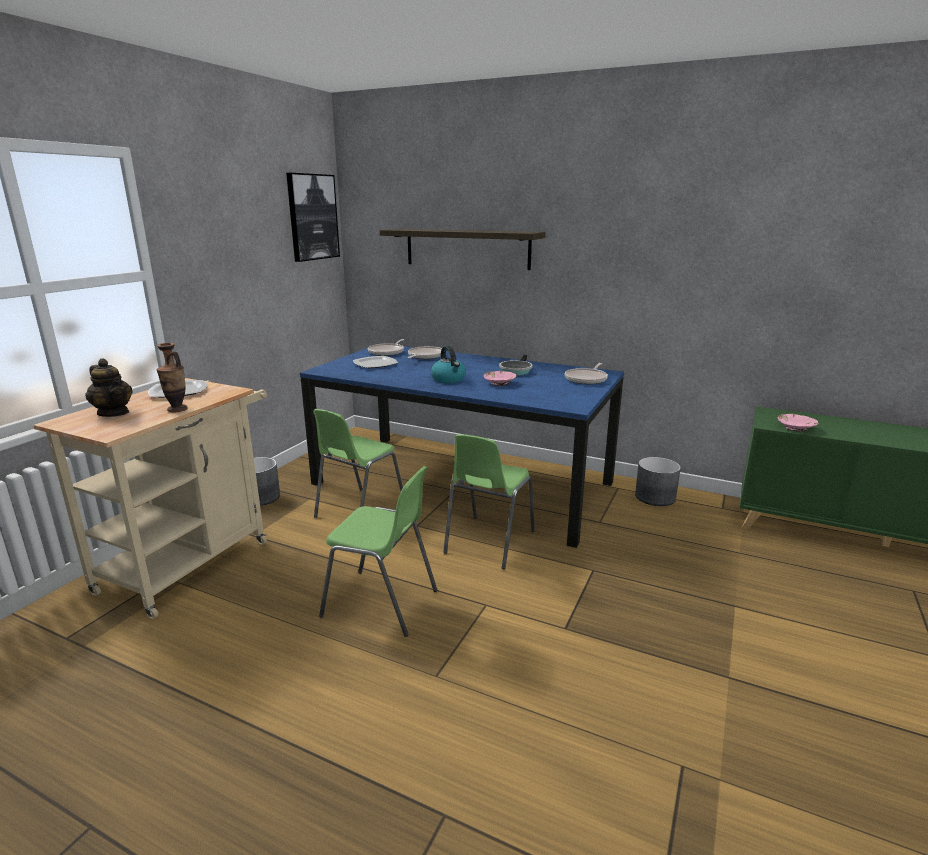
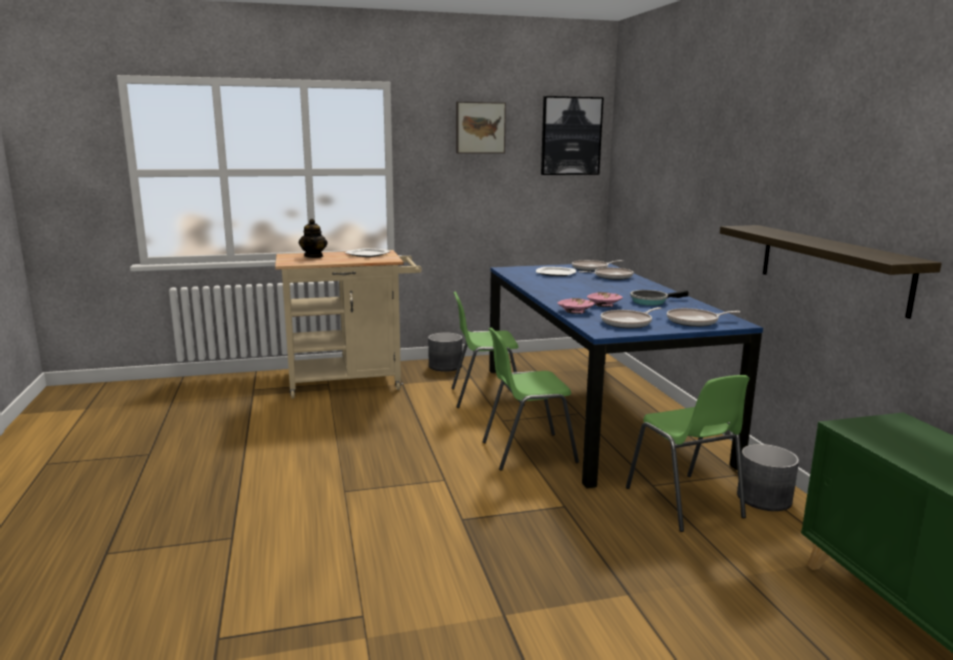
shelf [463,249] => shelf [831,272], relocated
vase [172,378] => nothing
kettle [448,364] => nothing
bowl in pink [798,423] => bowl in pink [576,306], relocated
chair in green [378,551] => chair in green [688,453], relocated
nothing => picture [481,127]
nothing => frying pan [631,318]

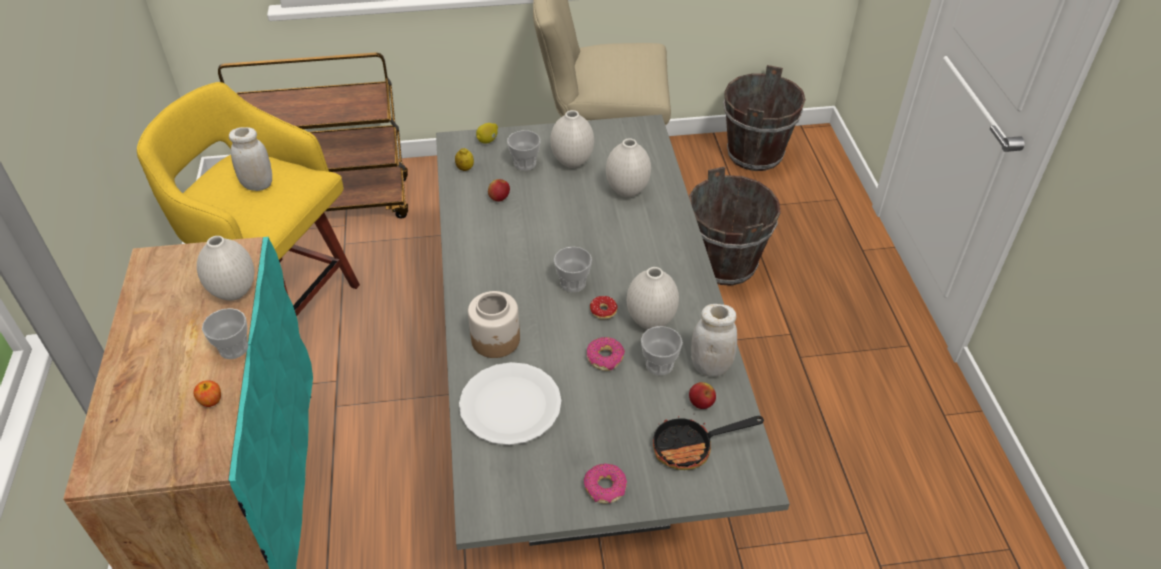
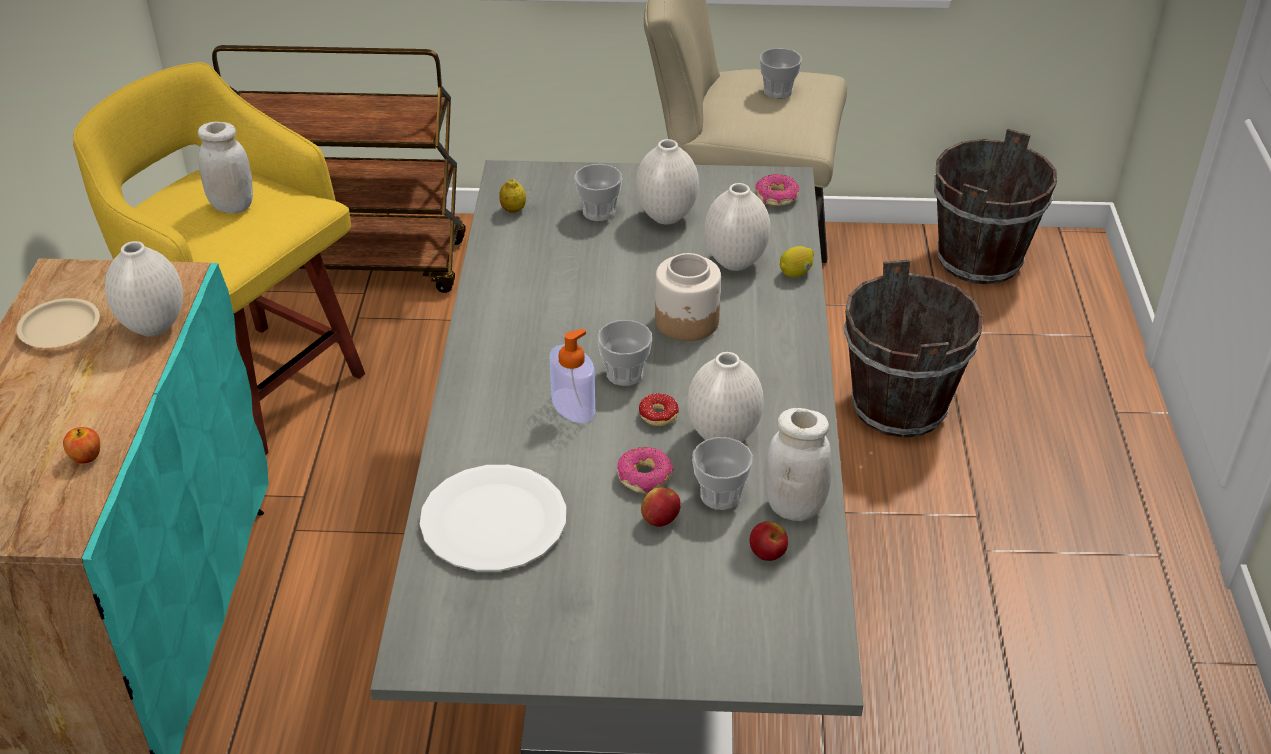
lemon [487,133] => lemon [797,262], relocated
apple [499,190] => apple [661,507], relocated
jar [494,324] => jar [688,297], relocated
cup [225,333] => cup [780,73], relocated
frying pan [708,443] => nothing
donut [605,483] => donut [777,190], relocated
nothing => plate in beige [58,323]
nothing => soap dispenser [572,376]

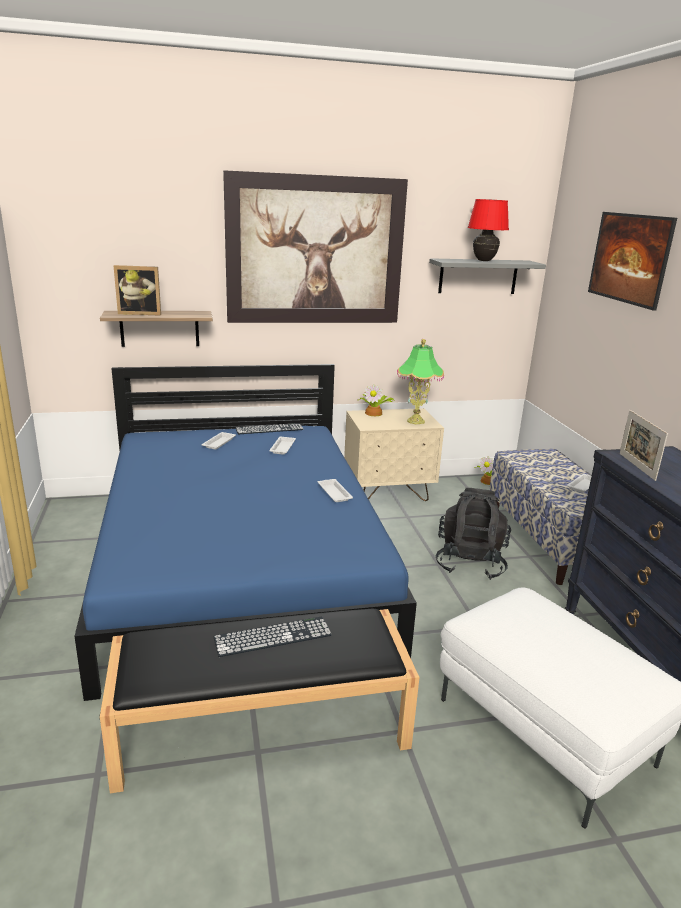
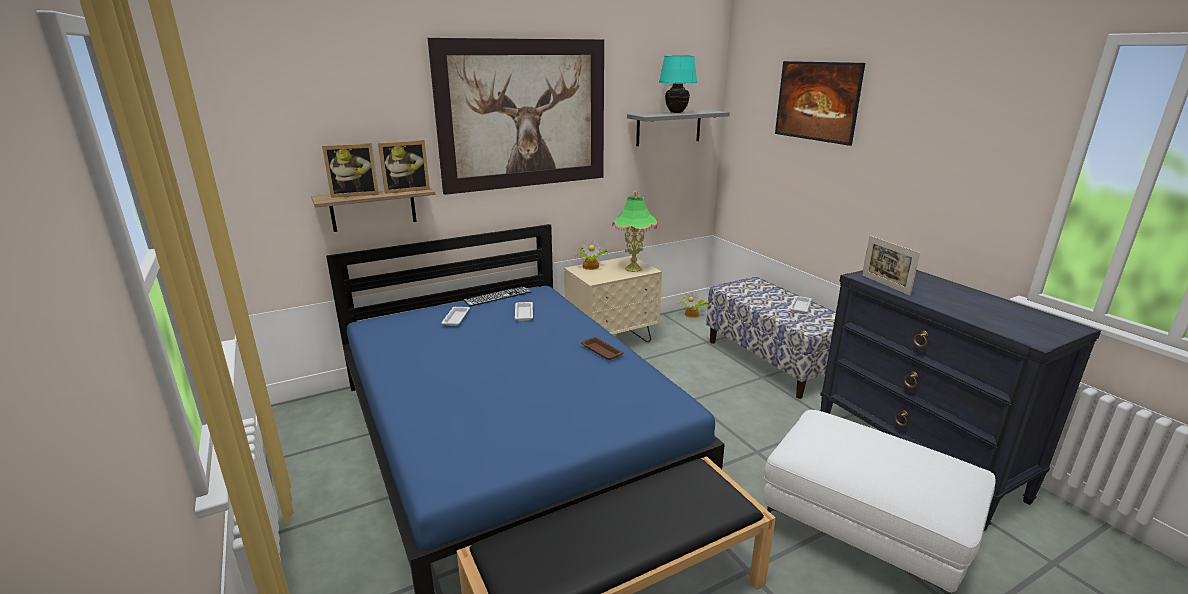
table lamp in red [488,230] => table lamp in turquoise [678,84]
tray in white [335,490] => tray in brown [602,348]
backpack in black [473,534] => nothing
keyboard [272,636] => nothing
nothing => picture frame [404,167]

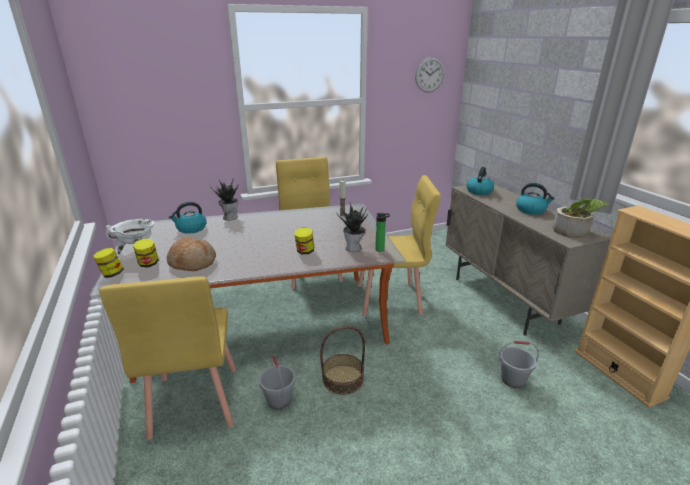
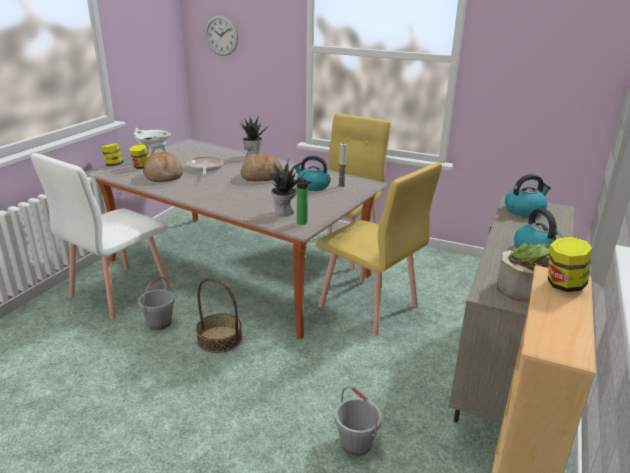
wall clock [429,75] => wall clock [222,35], relocated
kettle [188,218] => kettle [312,173], relocated
jar [304,240] => jar [570,264], relocated
chair in yellow [167,358] => chair in white [100,236]
nothing => bread [262,167]
nothing => frying pan [204,165]

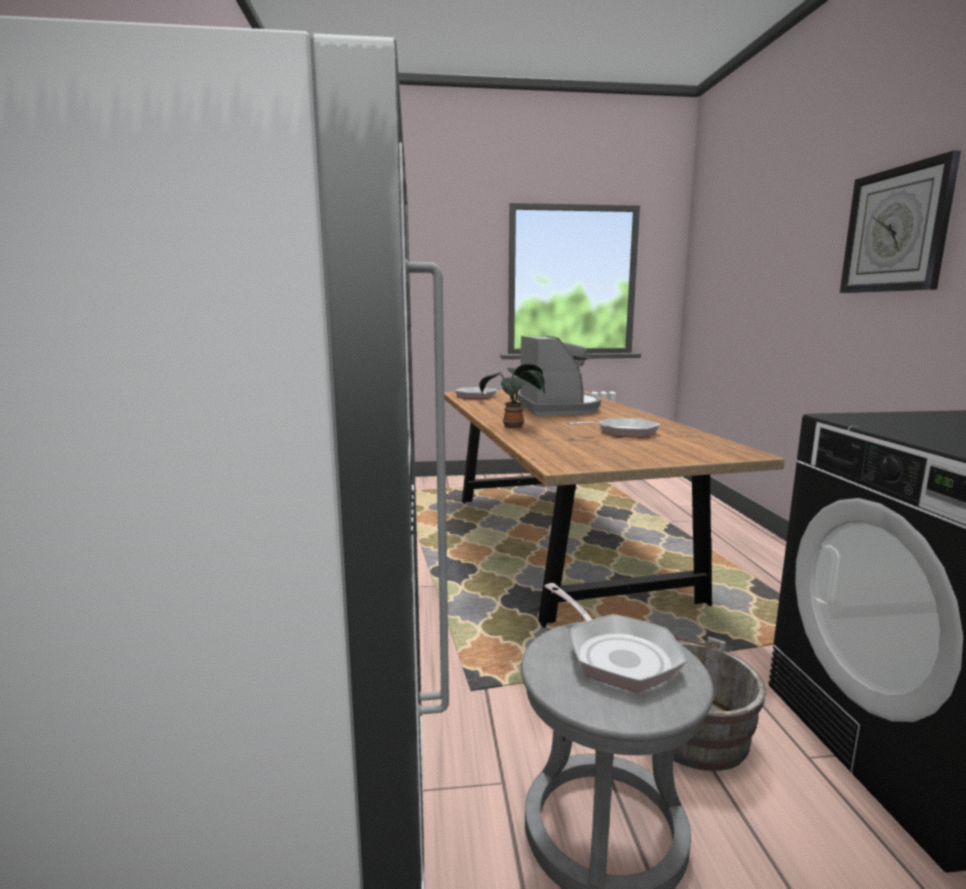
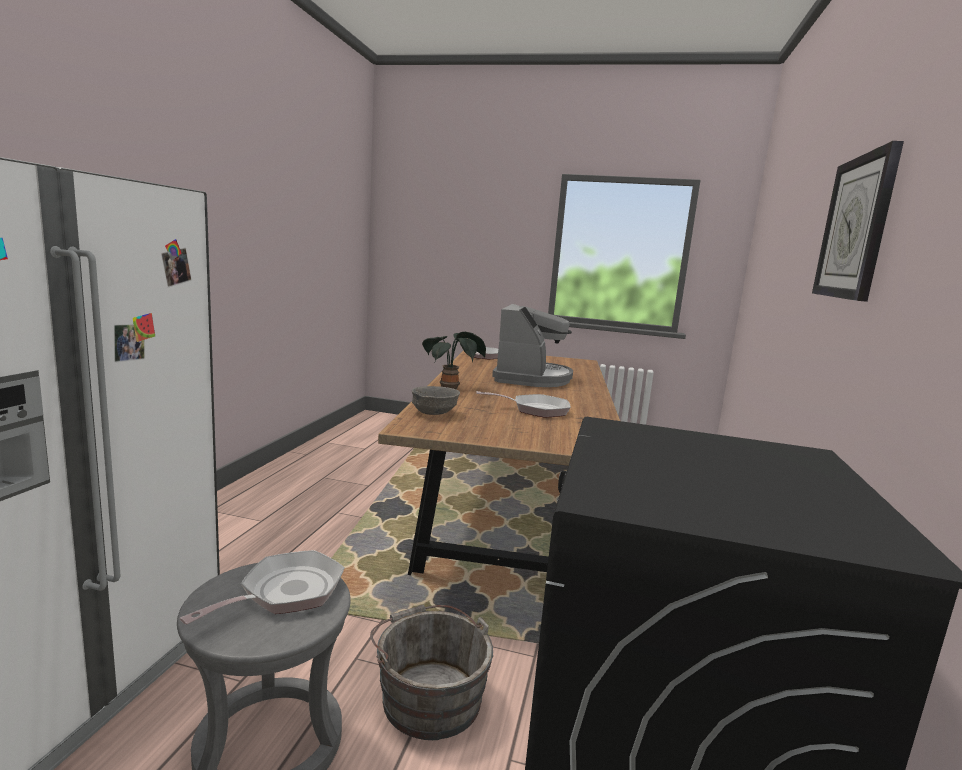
frying pan [615,637] => frying pan [262,587], 135 degrees counterclockwise
nothing => bowl in grey [435,400]

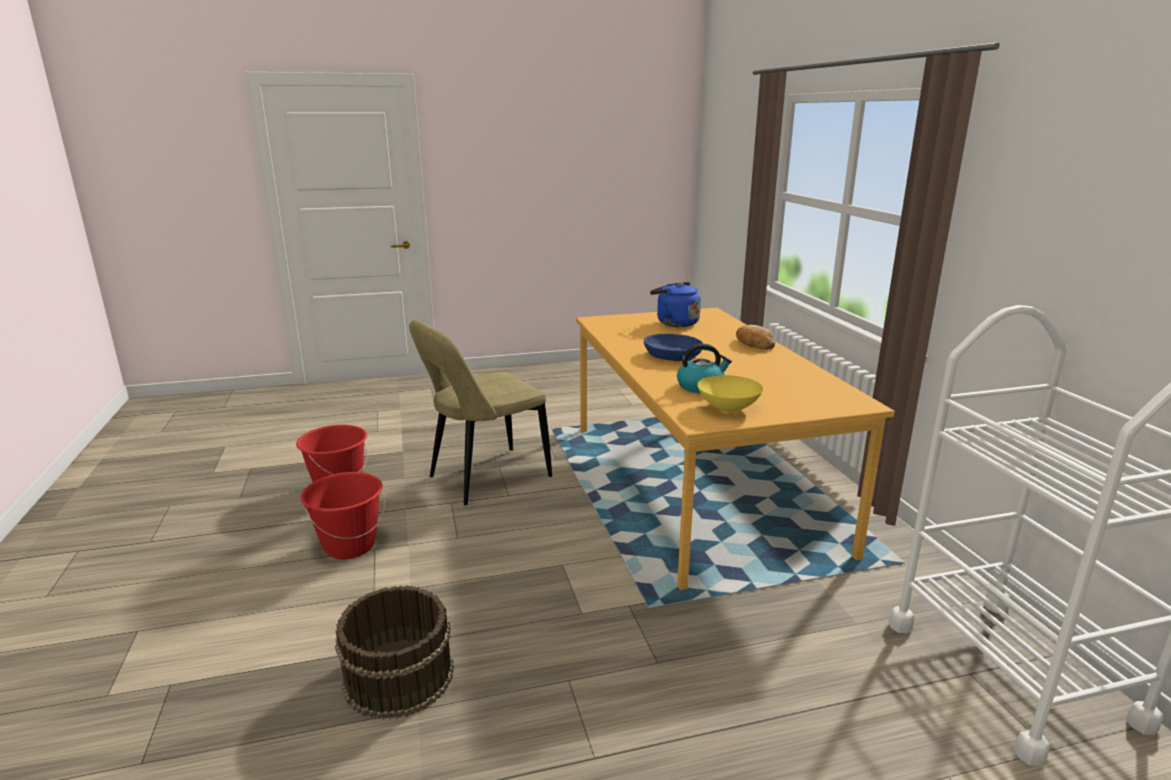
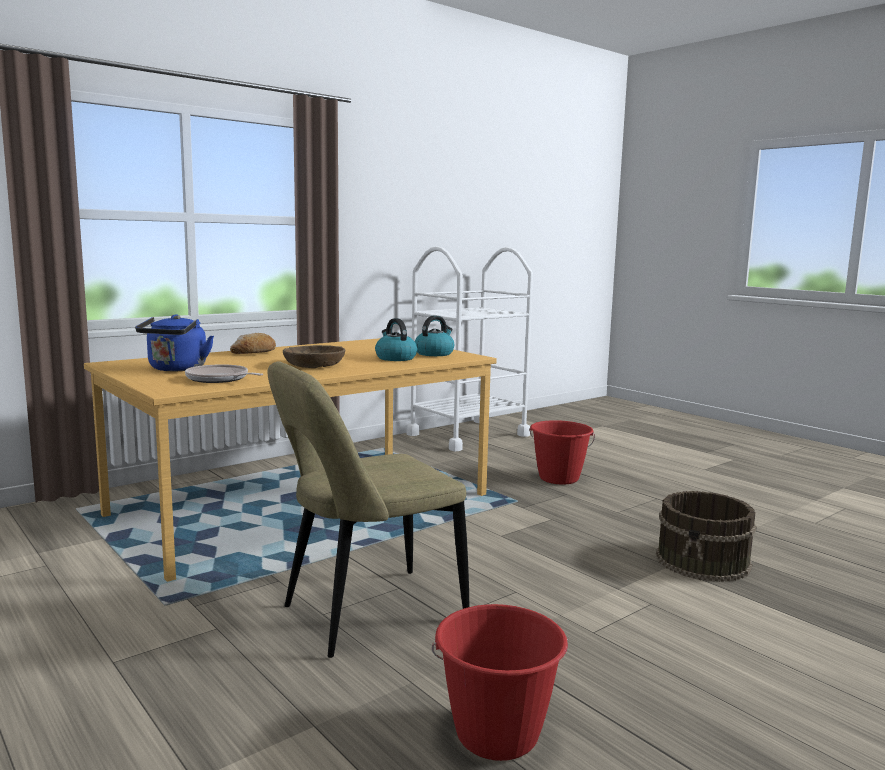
chair in beige [480,412] => chair in beige [368,509], 120 degrees clockwise
bowl in blue [673,347] => bowl in brown [314,356]
bowl in yellow [730,393] => kettle [434,335]
bucket in red [343,515] => bucket in red [562,452], relocated
nothing => frying pan [224,373]

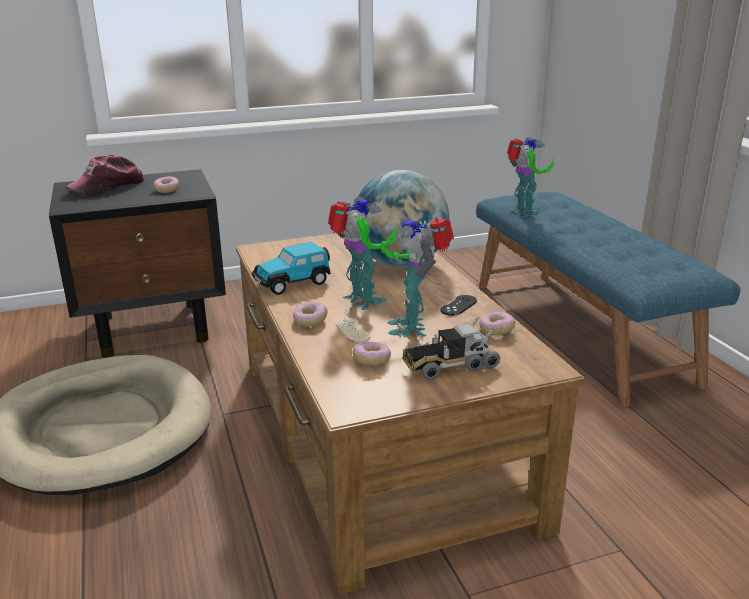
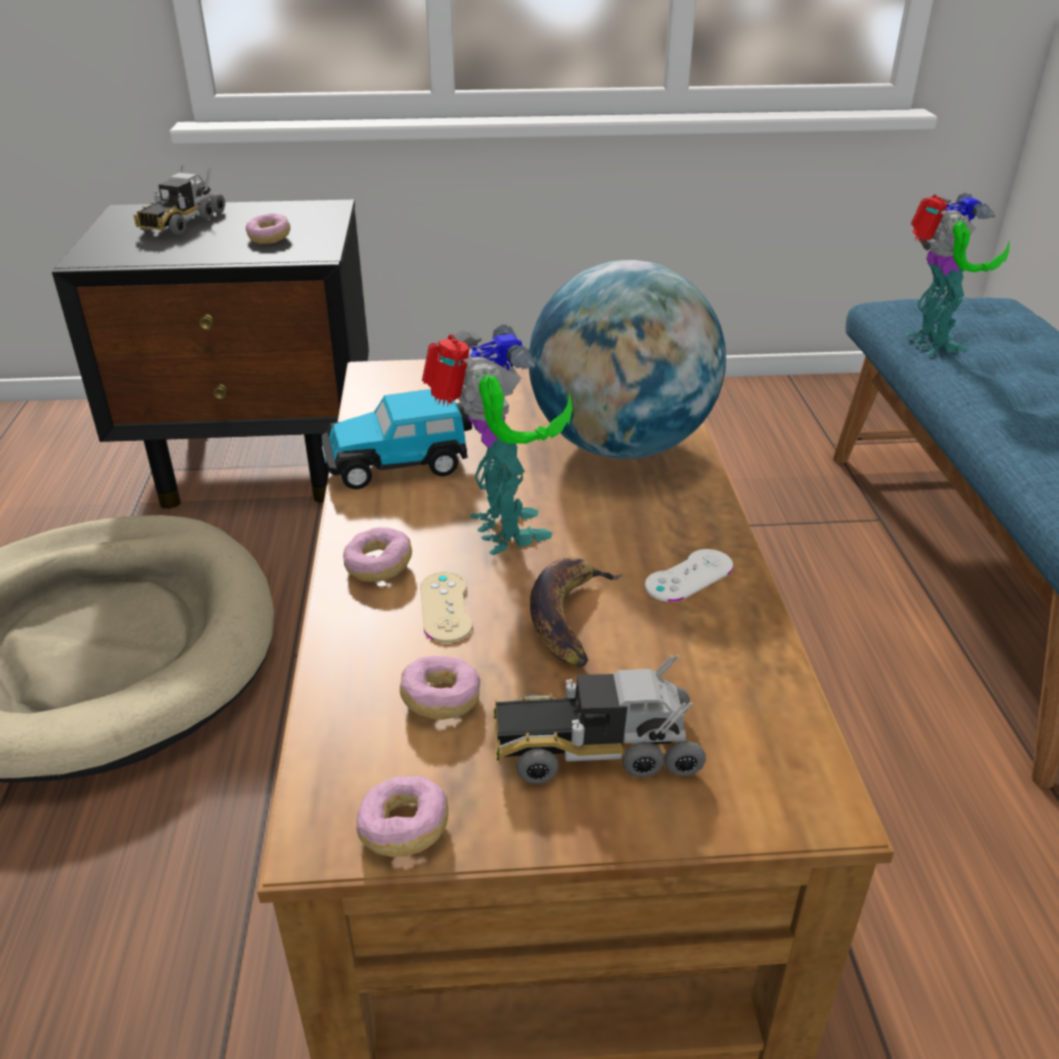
cap [105,175] => toy truck [179,200]
toy robot [417,277] => banana [576,612]
game controller in black [458,305] => game controller in white [689,575]
donut [497,323] => donut [402,816], relocated

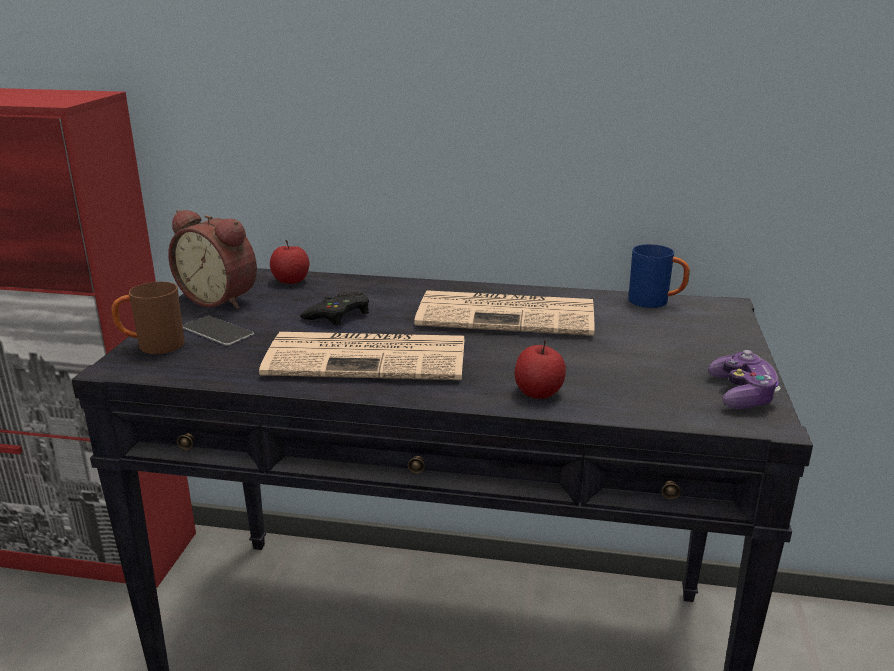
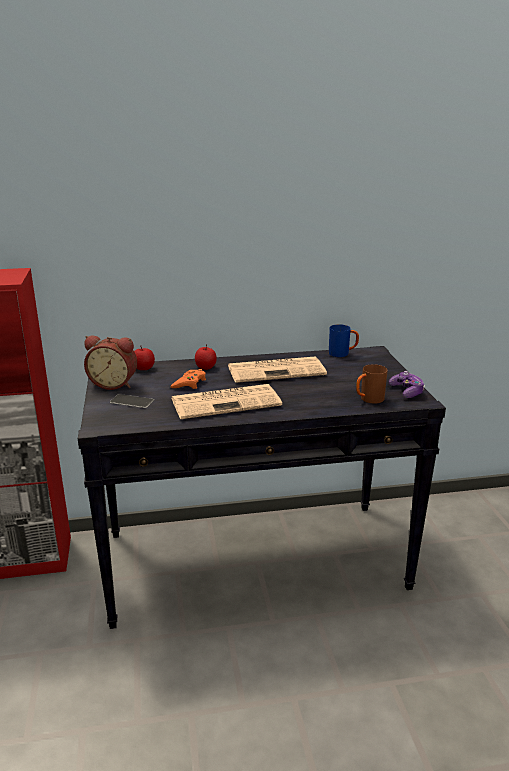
mug in brown [148,318] => mug in brown [372,383], relocated
game controller in black [334,308] => game controller in orange [188,379]
apple [540,369] => apple [206,357], relocated

